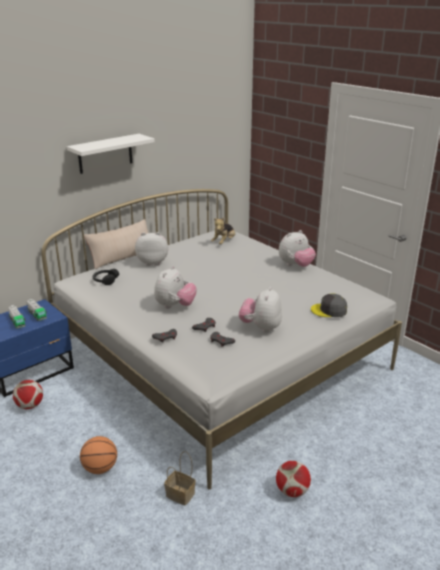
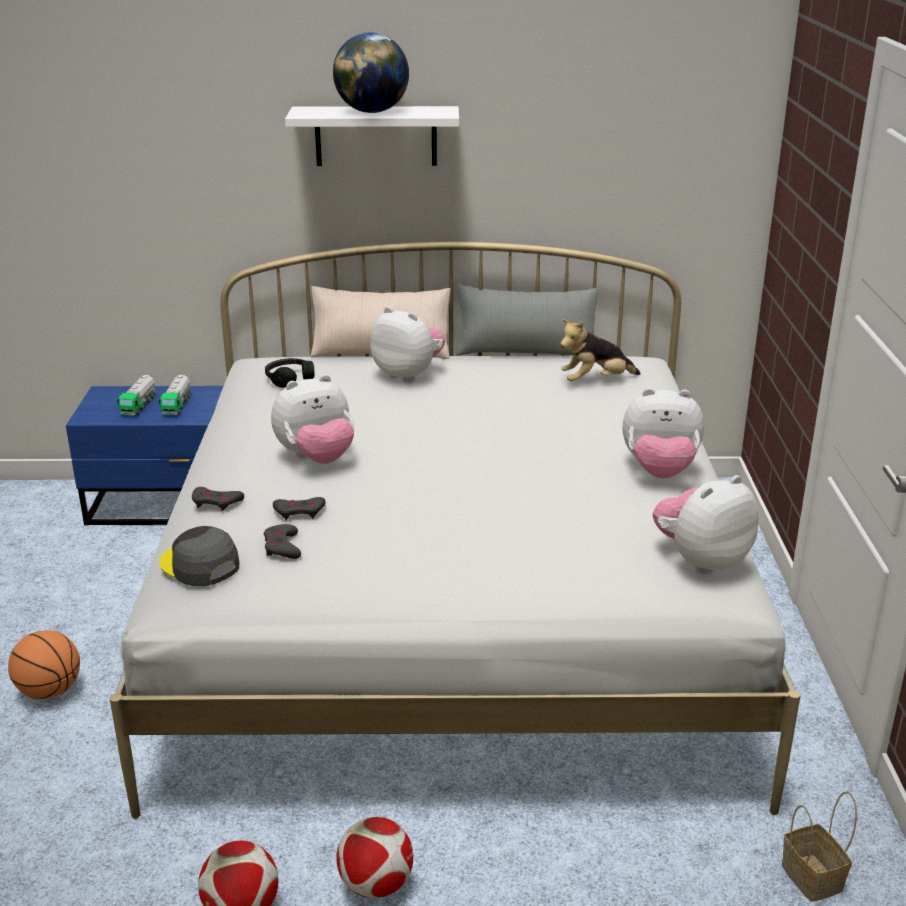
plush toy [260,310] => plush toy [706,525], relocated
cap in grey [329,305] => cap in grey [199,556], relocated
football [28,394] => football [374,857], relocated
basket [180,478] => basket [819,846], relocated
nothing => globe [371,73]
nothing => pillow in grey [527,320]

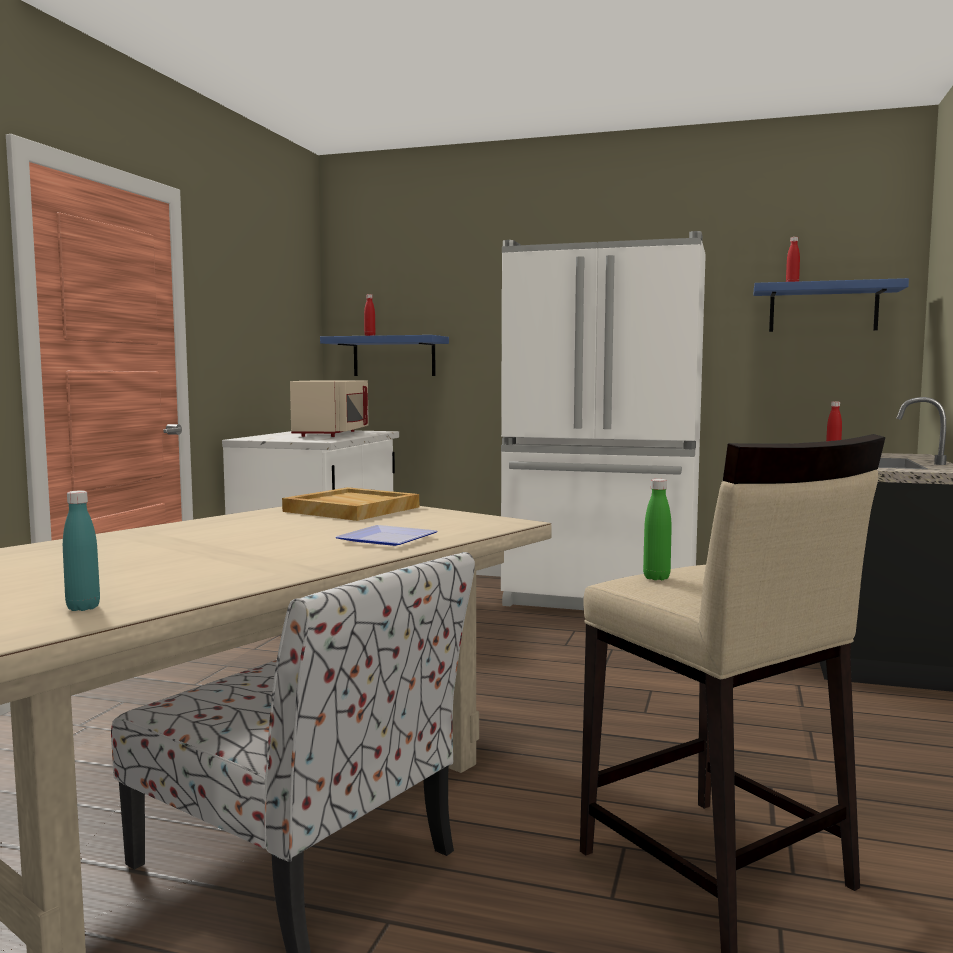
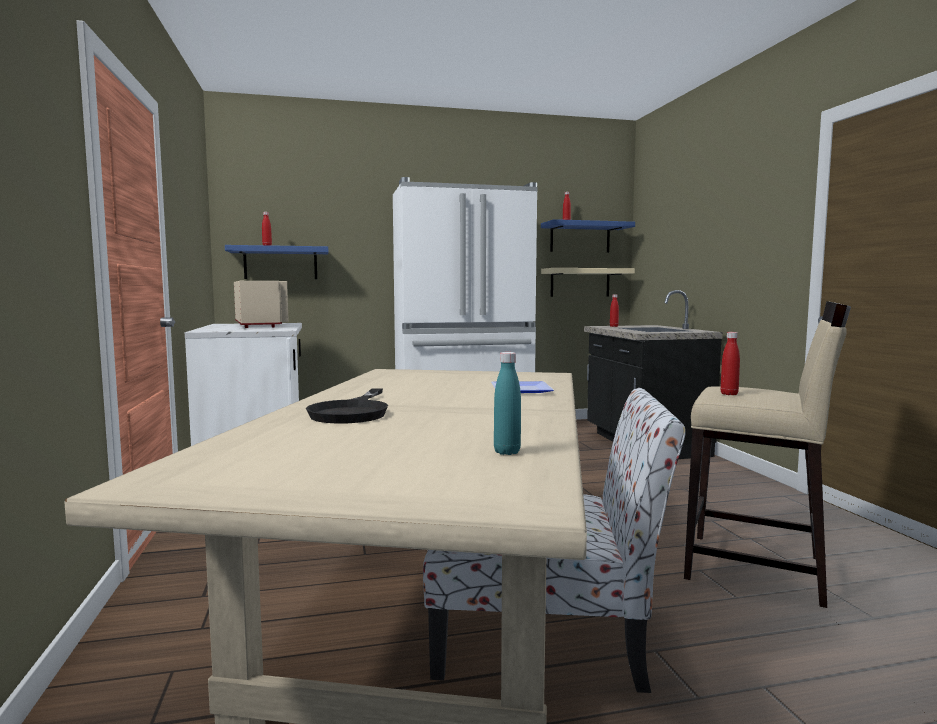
bottle in green [657,529] => bottle in red [730,363]
tray in beige [350,504] => nothing
nothing => shelf in beige [588,282]
nothing => frying pan in black [347,406]

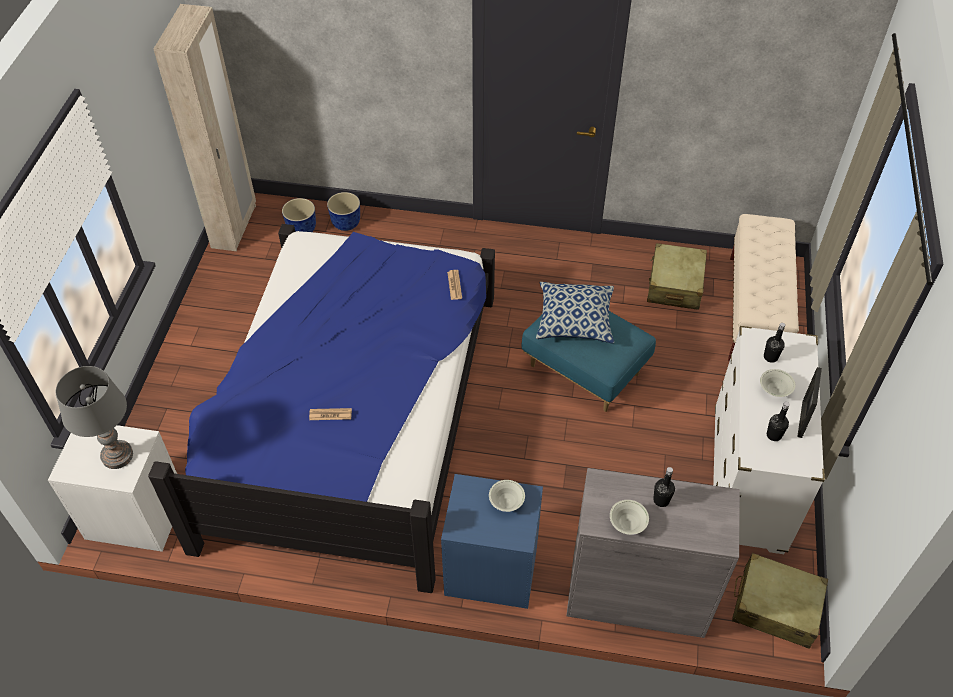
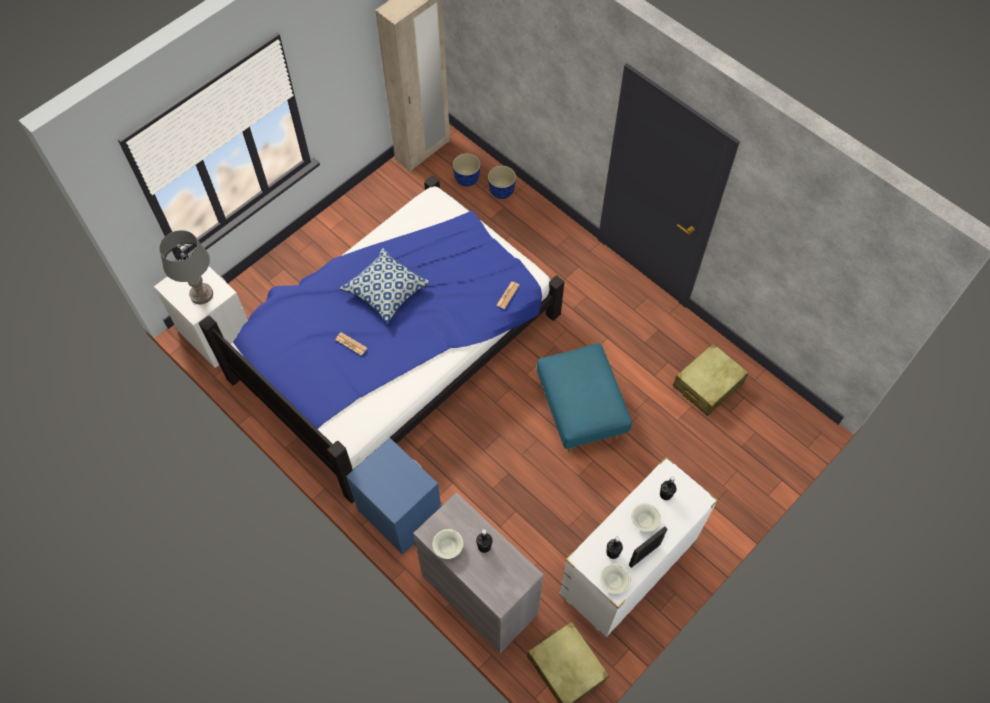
bench in beige [763,287] => nothing
pillow [575,312] => pillow [385,286], relocated
bowl in white [507,496] => bowl in white [615,579], relocated

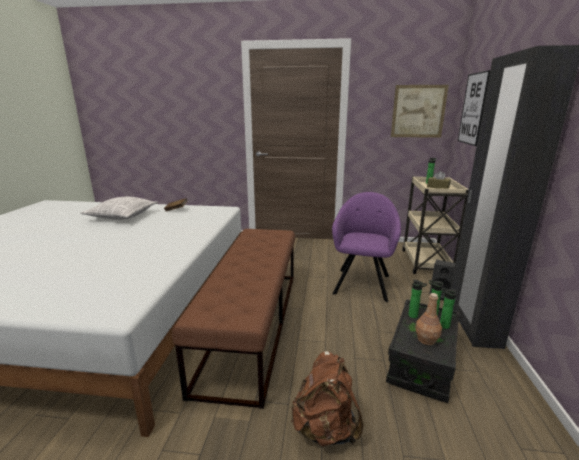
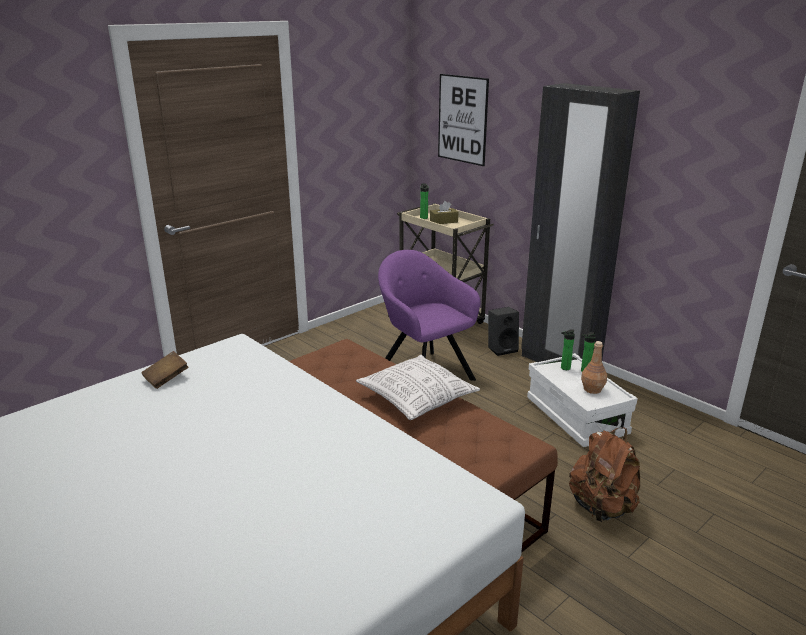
picture [420,111] => nothing
pillow [119,208] => pillow [418,387], relocated
bottle [417,299] => nothing
storage box in black [423,351] => storage box in white [582,400]

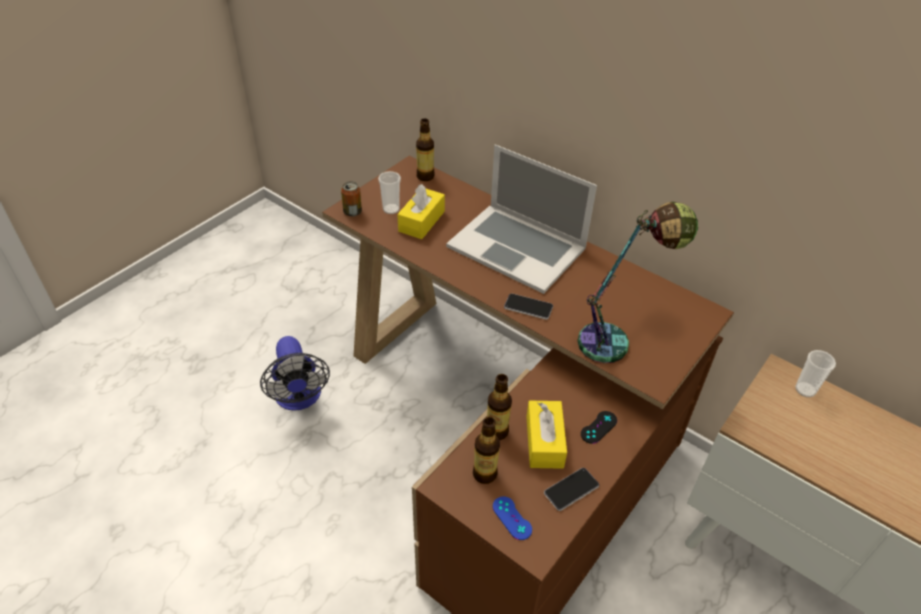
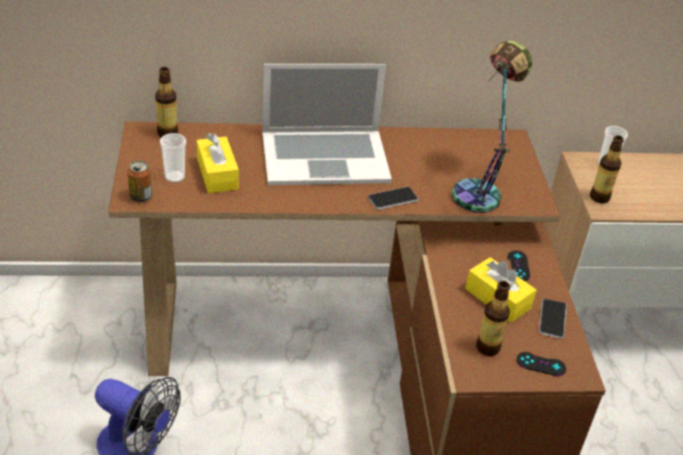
bottle [499,407] => bottle [607,169], relocated
game controller in blue [512,518] => game controller in black [541,364]

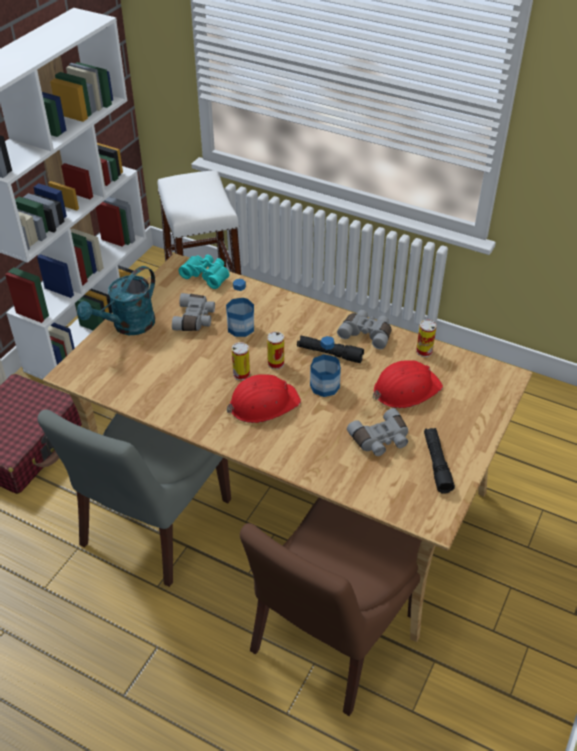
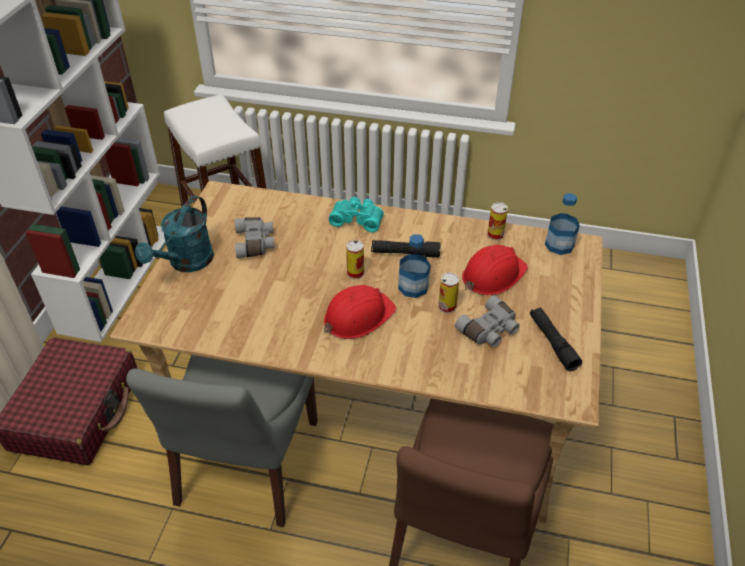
binoculars in turquoise [204,272] => binoculars in turquoise [356,215], relocated
bottle [240,308] => bottle [562,224], relocated
binoculars in grey [364,329] => nothing
can [241,361] => can [448,292], relocated

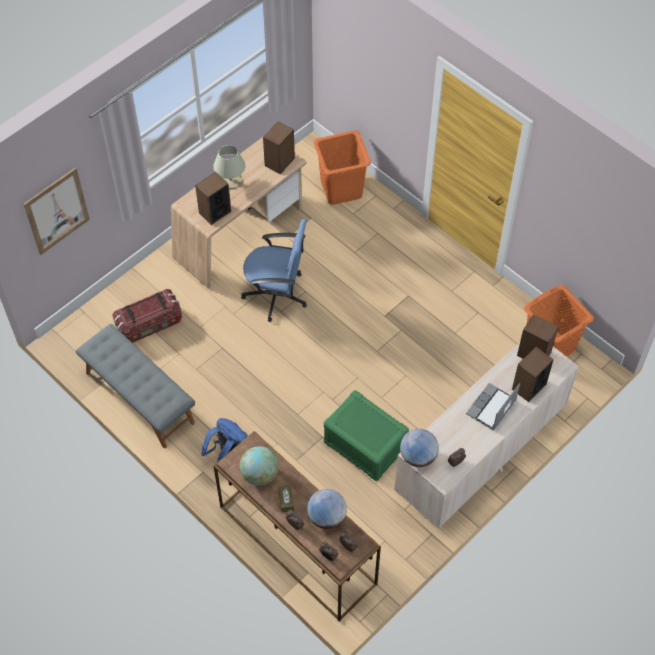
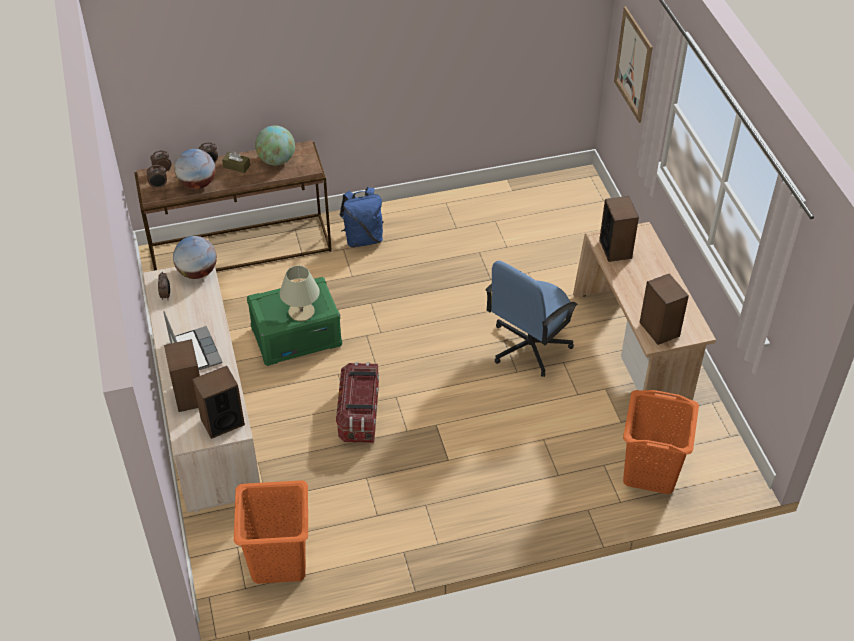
table lamp in beige [229,167] => table lamp in beige [300,293], relocated
storage box [147,316] => storage box [357,402], relocated
bench in grey [135,386] => nothing

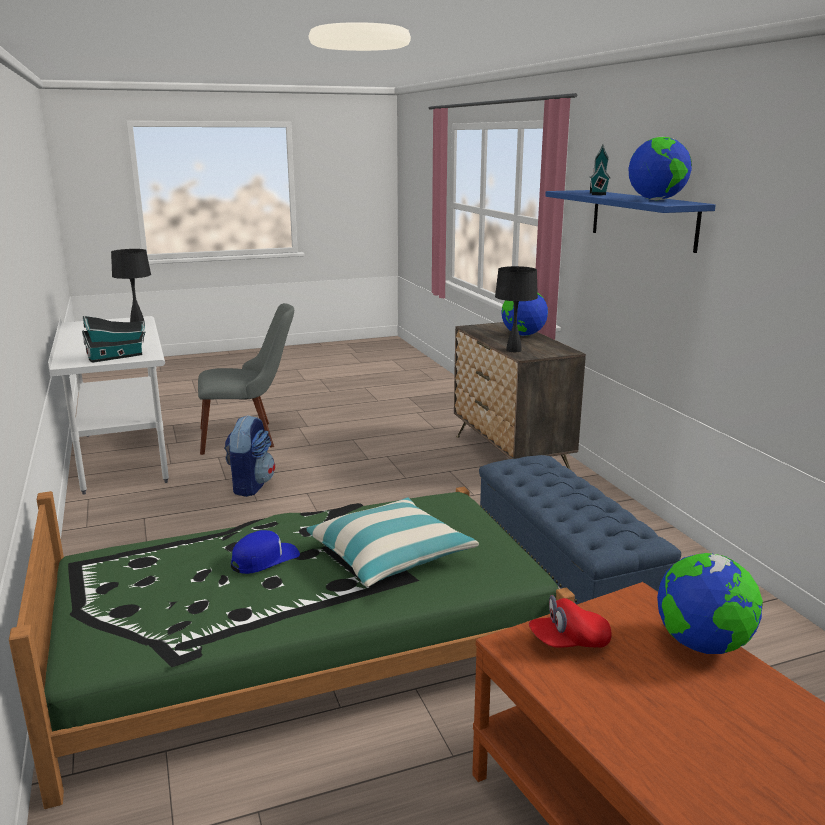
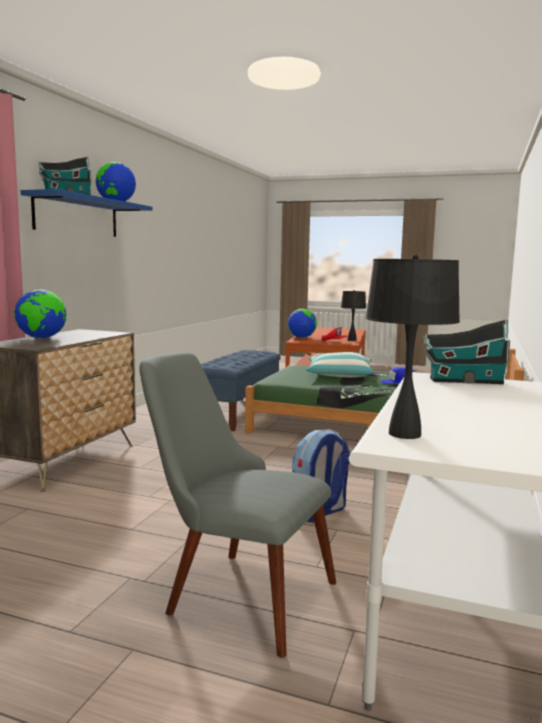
table lamp in black [516,309] => table lamp in black [353,315], relocated

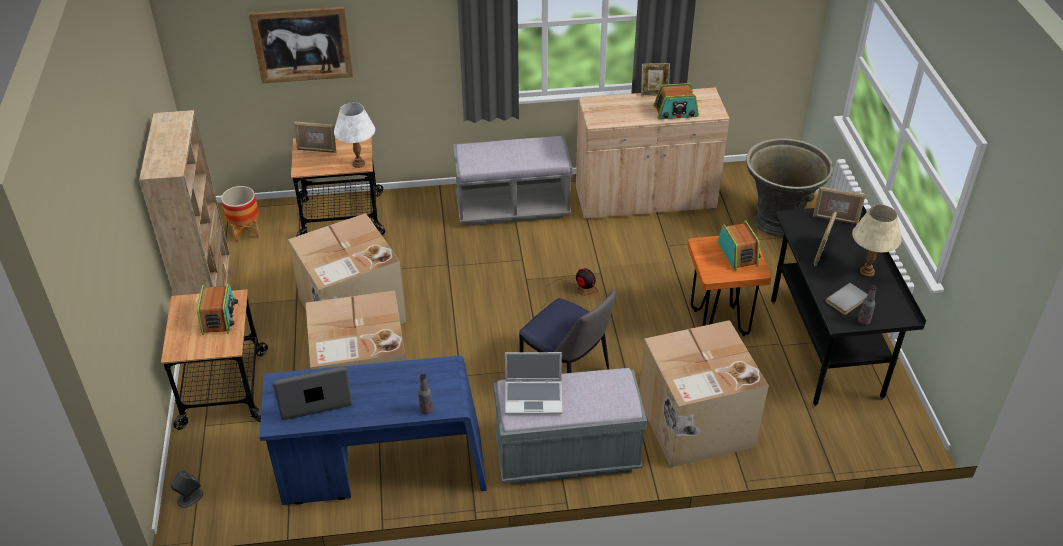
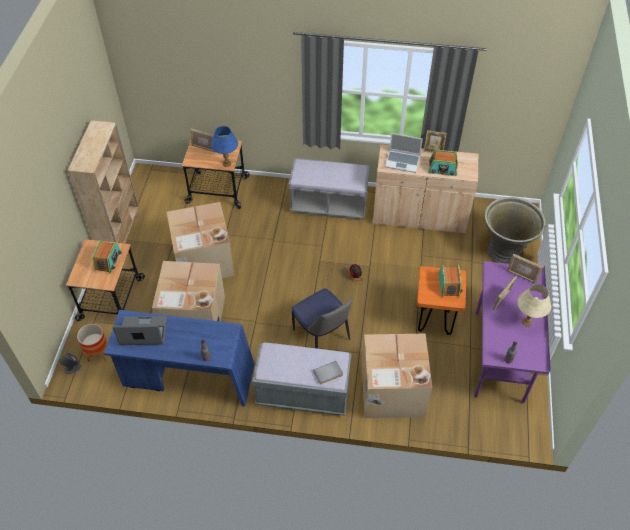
picture [301,45] => nothing
table lamp in white [354,135] => table lamp in blue [224,146]
planter [240,214] => planter [92,343], relocated
desk in black [848,306] => desk in purple [512,332]
book in grey [846,299] => book in grey [328,372], relocated
laptop [533,383] => laptop [404,153], relocated

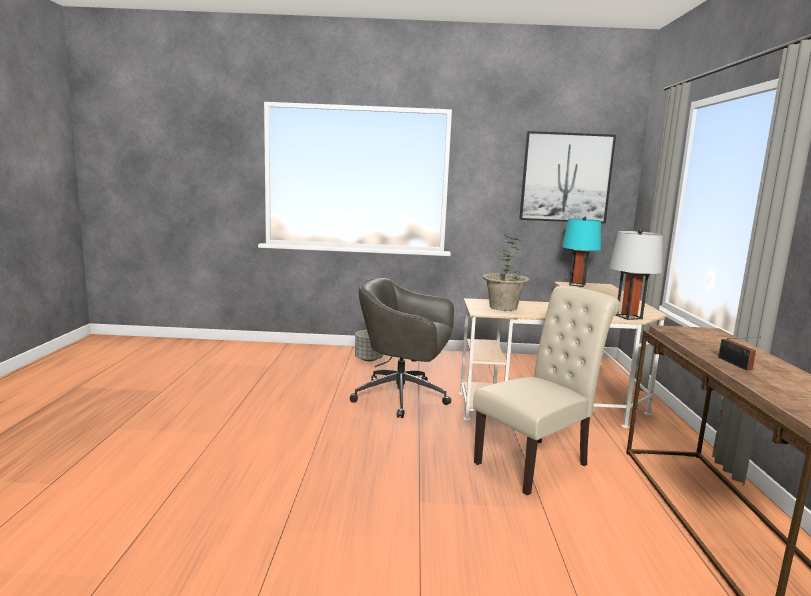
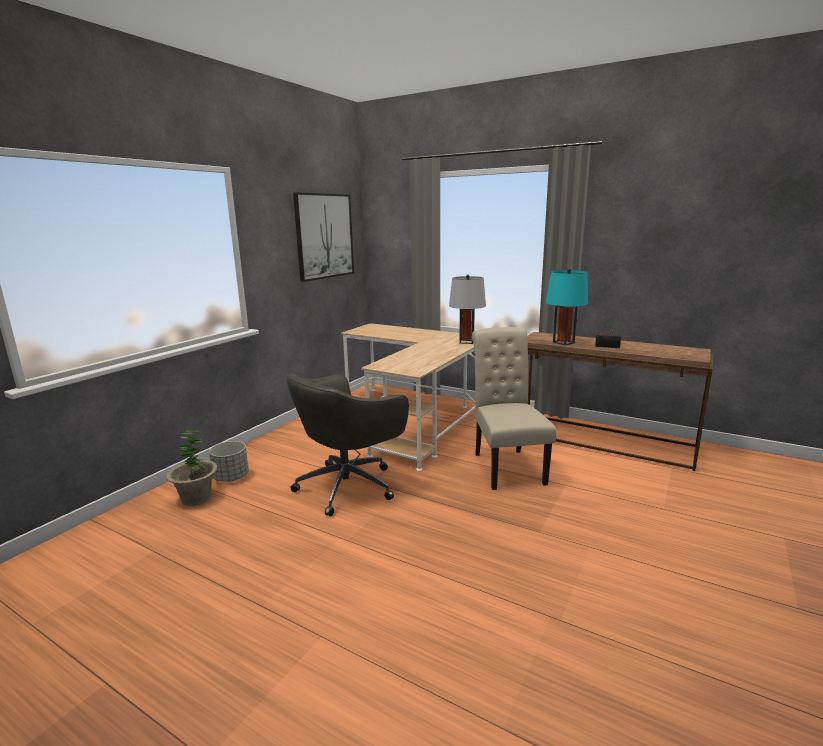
table lamp in turquoise [581,251] => table lamp in turquoise [567,306], relocated
potted plant [506,274] => potted plant [192,467], relocated

